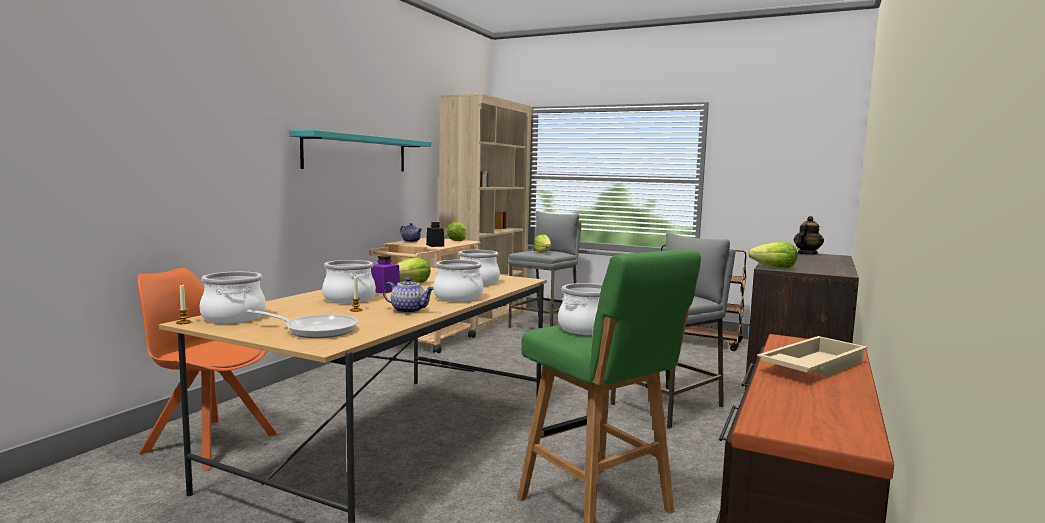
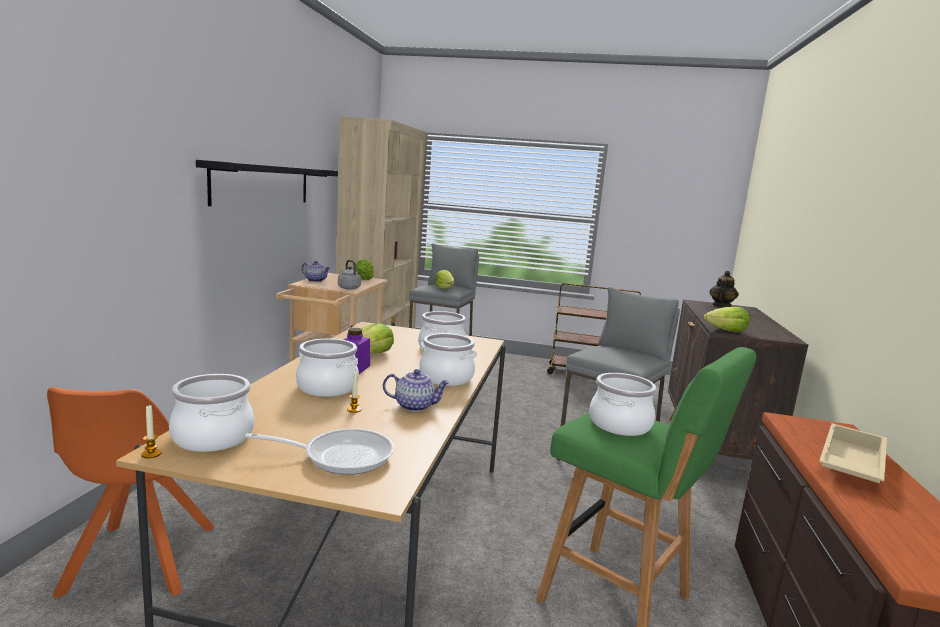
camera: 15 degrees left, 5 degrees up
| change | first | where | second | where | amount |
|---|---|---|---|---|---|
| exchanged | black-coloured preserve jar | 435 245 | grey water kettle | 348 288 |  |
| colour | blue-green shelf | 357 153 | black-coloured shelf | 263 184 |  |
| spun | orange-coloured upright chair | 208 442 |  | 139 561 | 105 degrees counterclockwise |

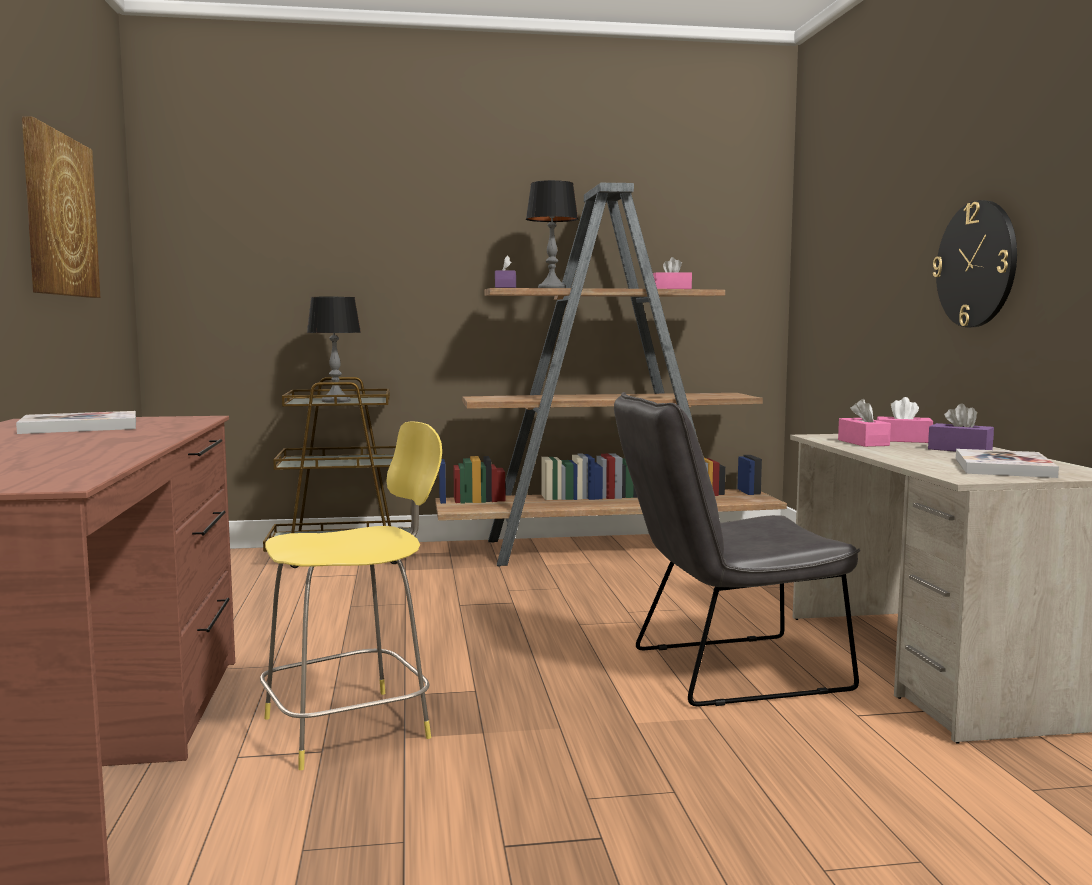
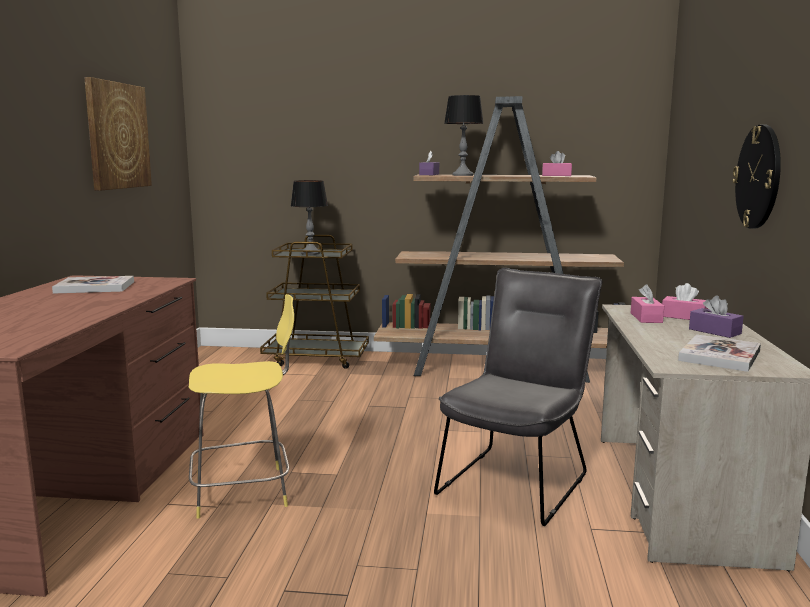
camera: 15 degrees right, 5 degrees up
| change | first | where | second | where | amount |
|---|---|---|---|---|---|
| spun | grey upright chair | 725 671 |  | 518 480 | 120 degrees clockwise |

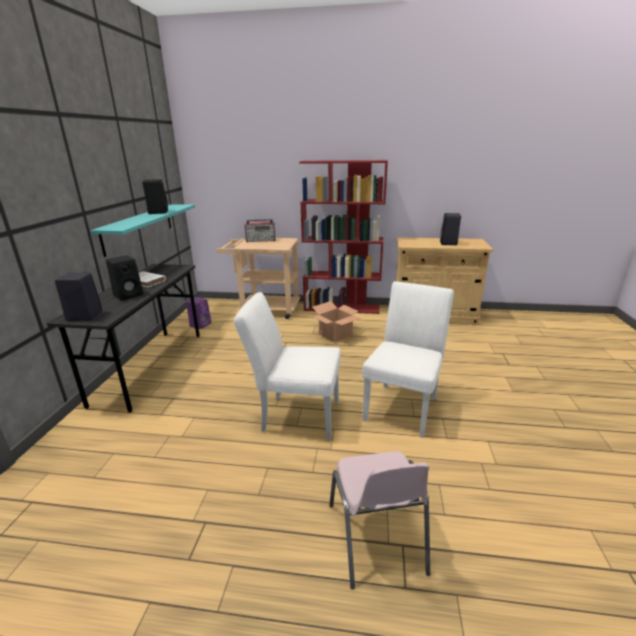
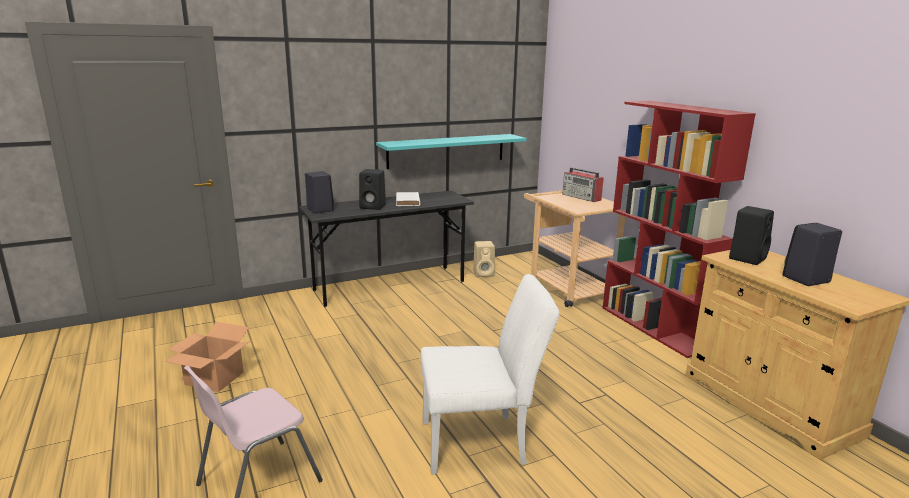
camera: 55 degrees right, 5 degrees down
| change | first | where | second | where | amount |
|---|---|---|---|---|---|
| missing | white upright chair | 294 415 |  |  |  |
| relocated | black-coloured speaker | 158 212 |  | 747 258 |  |
| relocated | carton | 335 334 |  | 215 378 |  |
| colour | purple-coloured speaker | 200 324 | beige speaker | 484 273 |  |

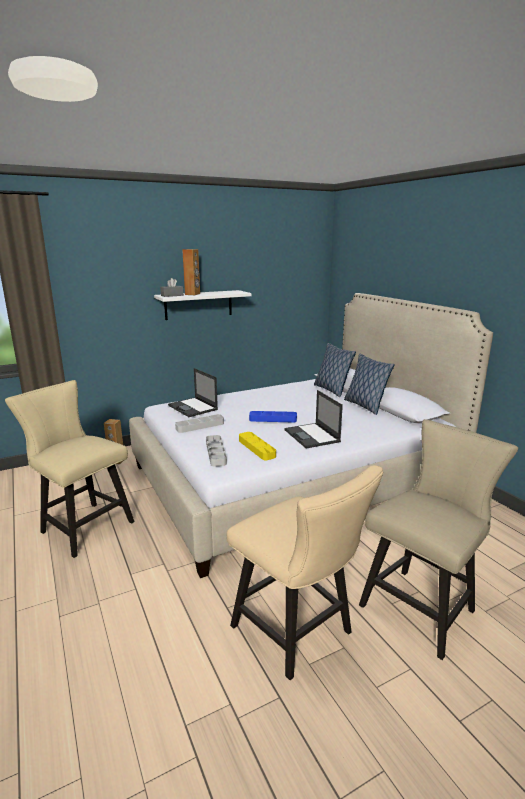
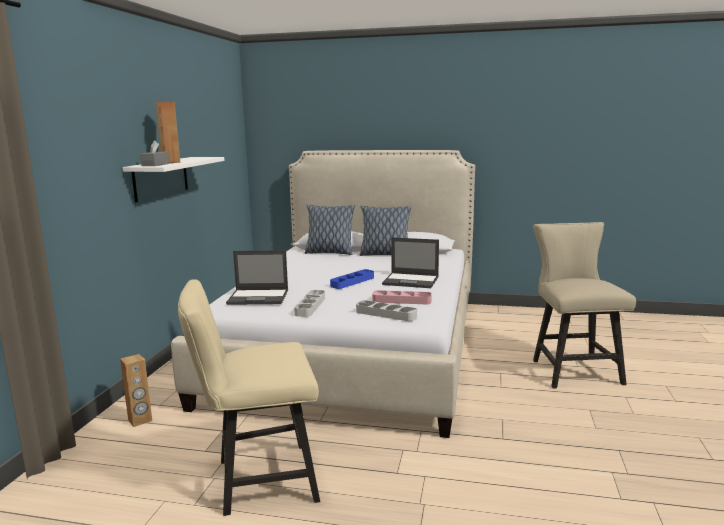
camera: 50 degrees left, 5 degrees down
| change | first | where | second | where | amount |
|---|---|---|---|---|---|
| missing | beige upright chair | 298 633 |  |  |  |
| colour | yellow serving tray | 256 448 | pink serving tray | 401 301 |  |

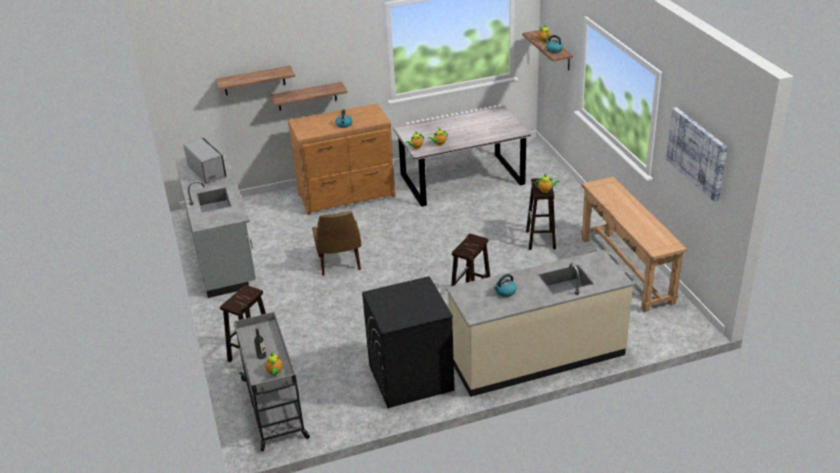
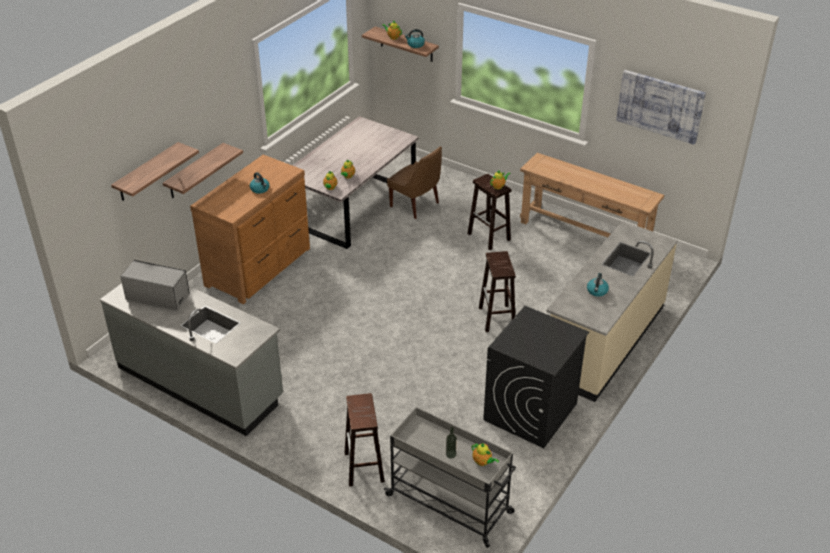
camera: 40 degrees left, 5 degrees up
| change | first | where | second | where | amount |
|---|---|---|---|---|---|
| relocated | brownish upright chair | 339 264 |  | 416 205 |  |

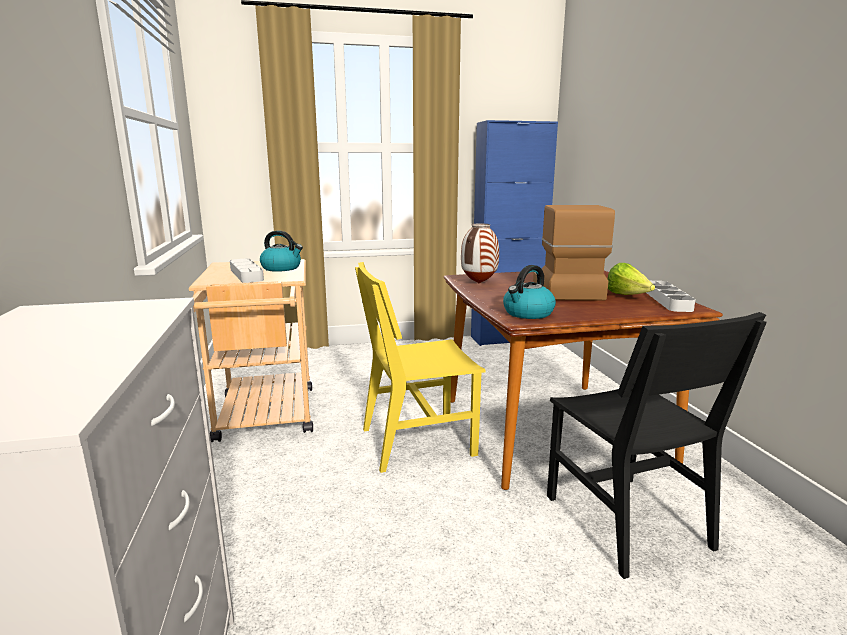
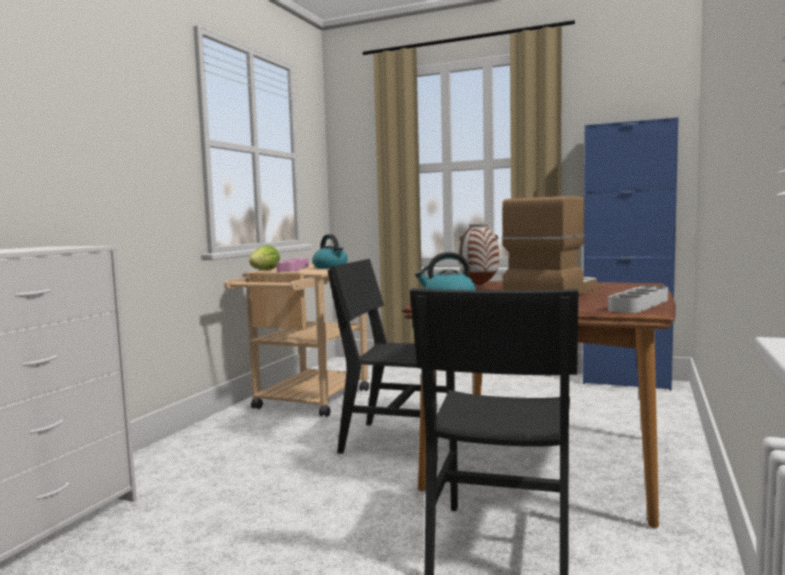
camera: 35 degrees right, 10 degrees down
| change | first | where | second | where | amount |
|---|---|---|---|---|---|
| relocated | head of lettuce | 627 296 |  | 263 271 |  |
| colour | grey serving tray | 246 274 | pink serving tray | 293 268 |  |
| colour | yellow upright chair | 417 441 | black-coloured upright chair | 398 441 |  |

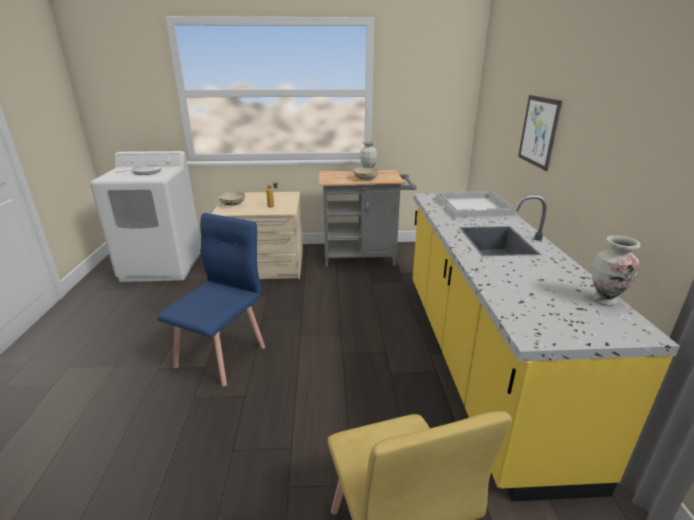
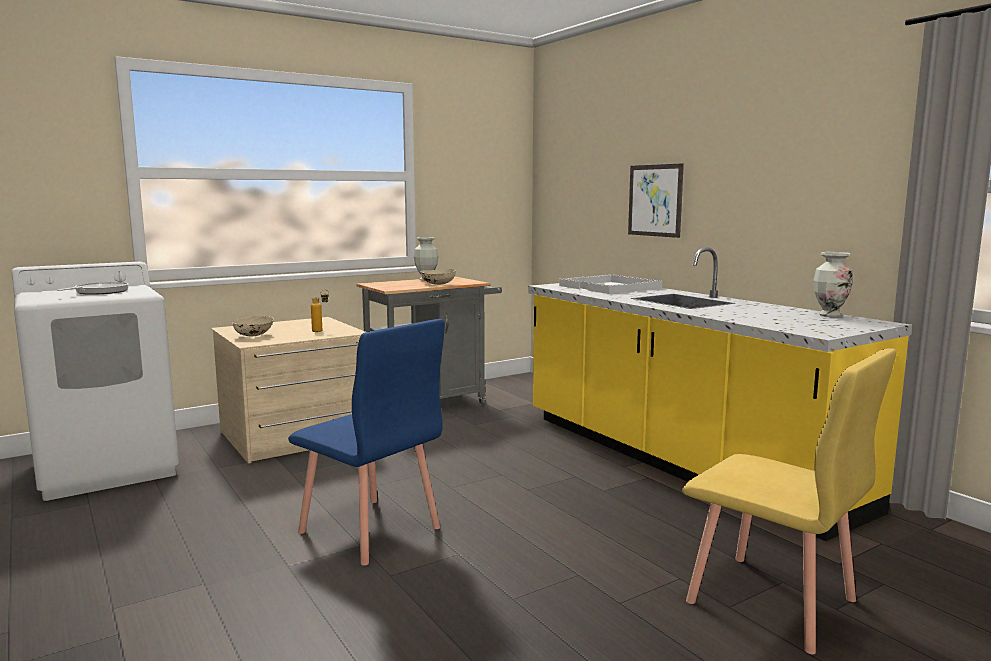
camera: 30 degrees left, 15 degrees down
| change | first | where | second | where | amount |
|---|---|---|---|---|---|
| spun | blue upright chair | 222 356 |  | 369 530 | 135 degrees clockwise |

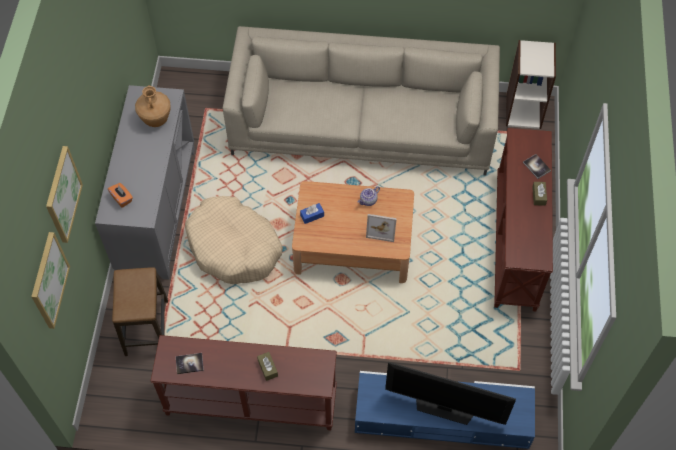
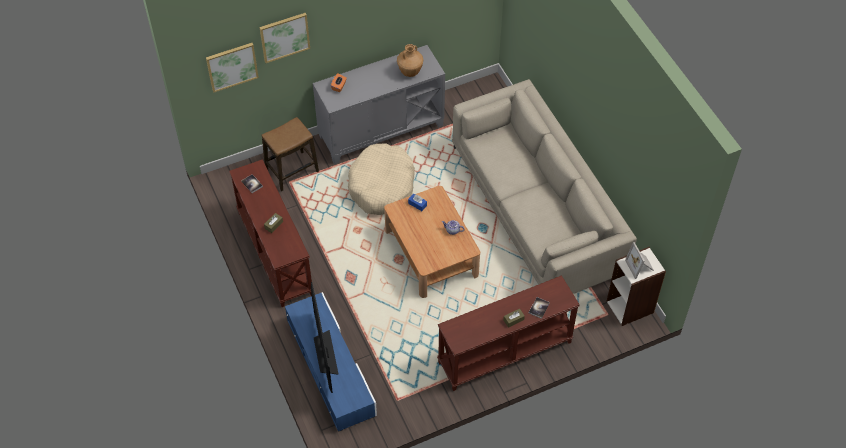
camera: 60 degrees right, 5 degrees down
| change | first | where | second | where | amount |
|---|---|---|---|---|---|
| relocated | picture frame | 382 228 |  | 640 266 |  |

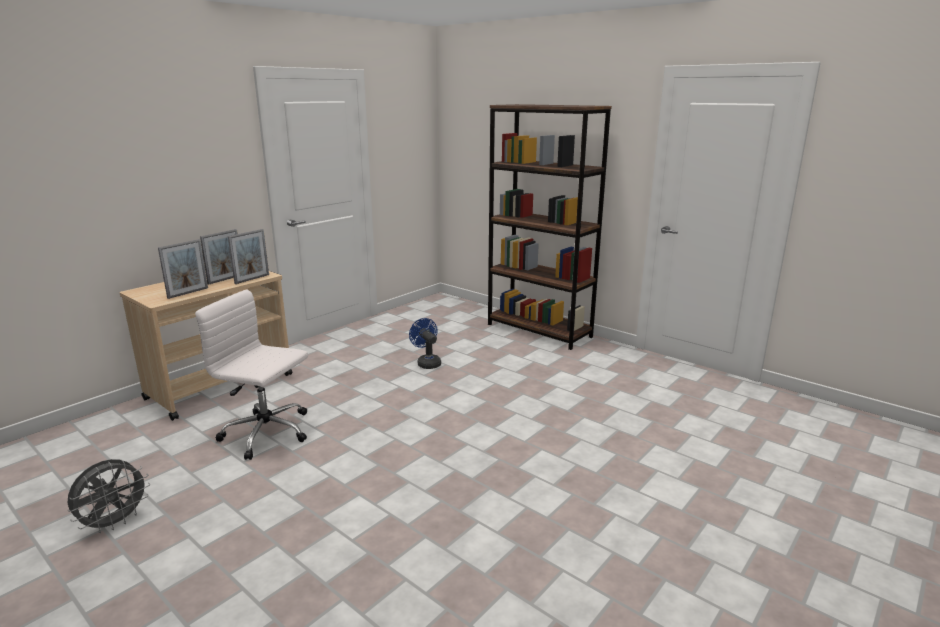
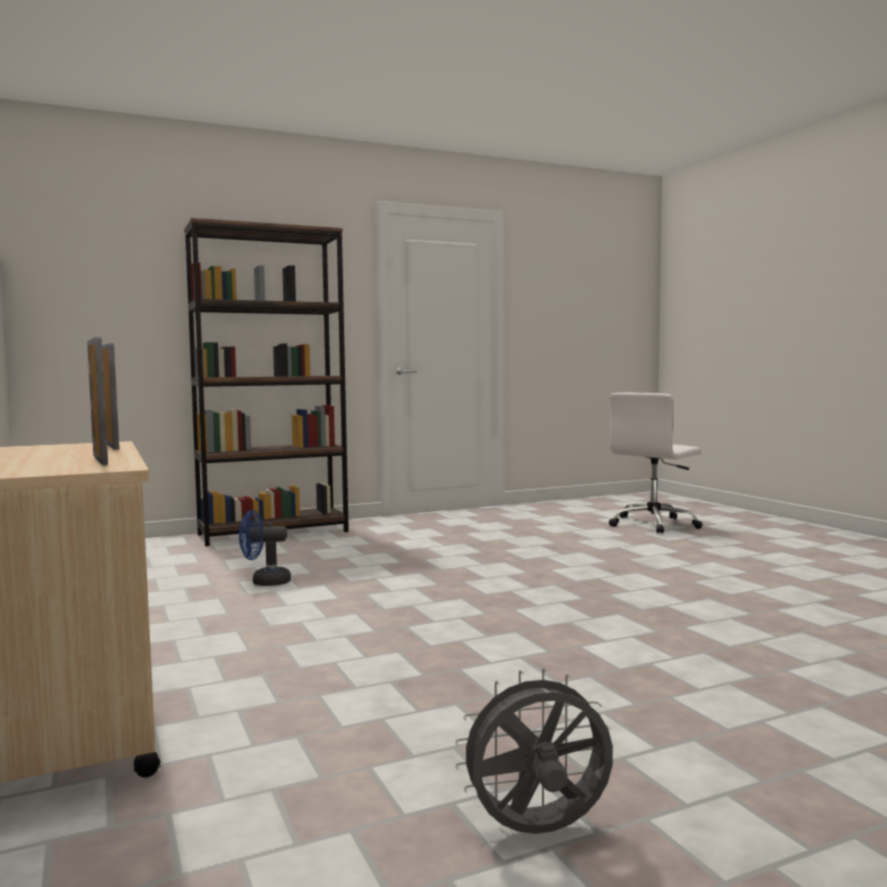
camera: 65 degrees left, 15 degrees down
| change | first | where | second | where | amount |
|---|---|---|---|---|---|
| missing | picture frame | 225 279 |  |  |  |
| relocated | white office chair | 268 433 |  | 654 524 |  |
| spun | grey electric fan | 115 522 |  | 538 833 | 75 degrees counterclockwise |

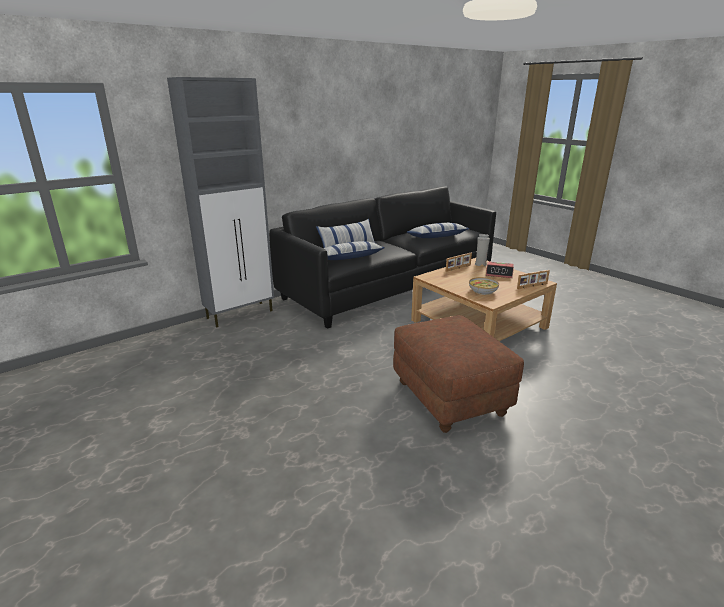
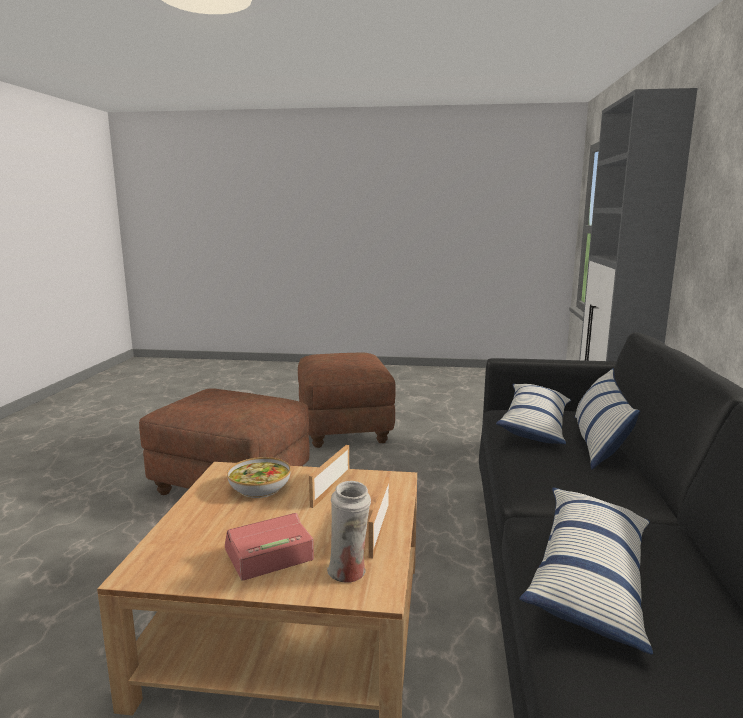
camera: 135 degrees right, 10 degrees down
| change | first | where | second | where | amount |
|---|---|---|---|---|---|
| appeared |  |  | brownish footrest | 344 428 |  |
| relocated | picture frame | 532 286 |  | 329 489 |  |

